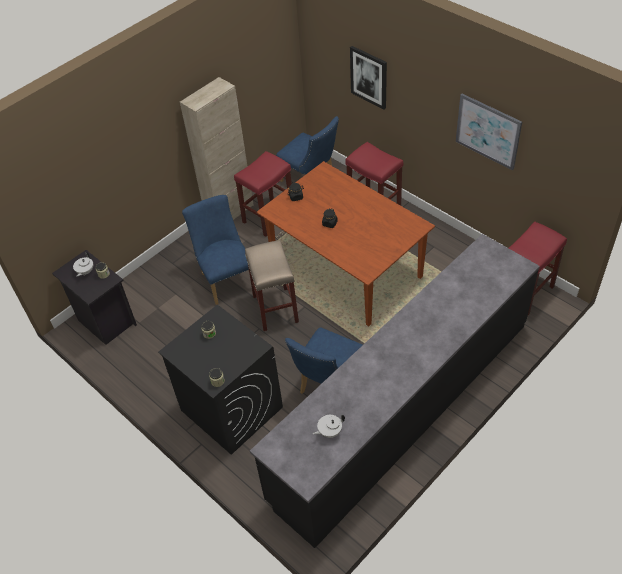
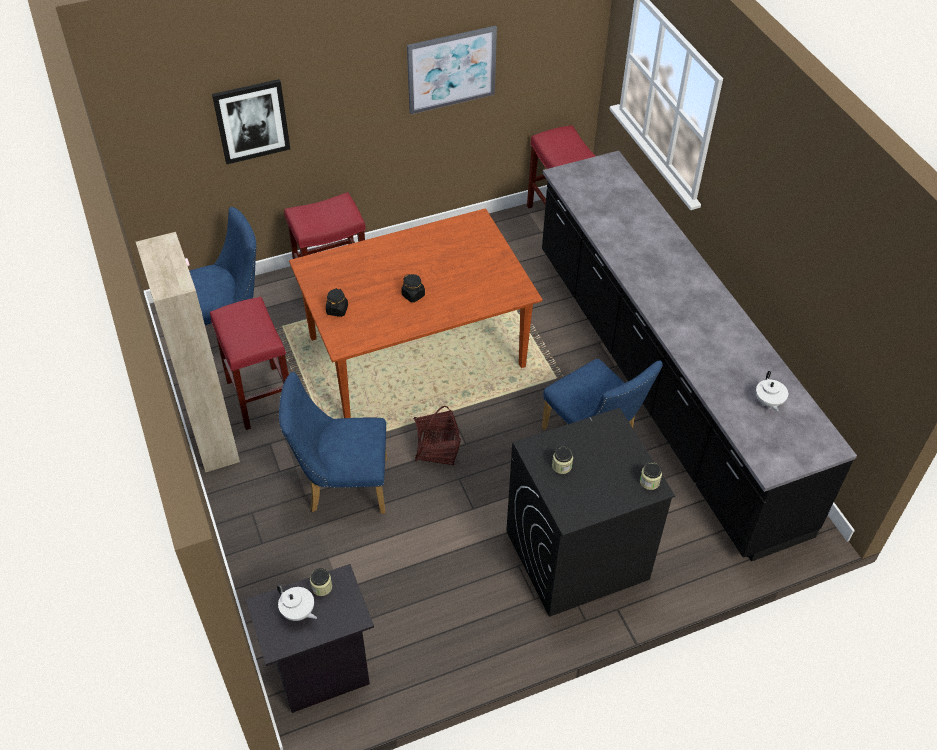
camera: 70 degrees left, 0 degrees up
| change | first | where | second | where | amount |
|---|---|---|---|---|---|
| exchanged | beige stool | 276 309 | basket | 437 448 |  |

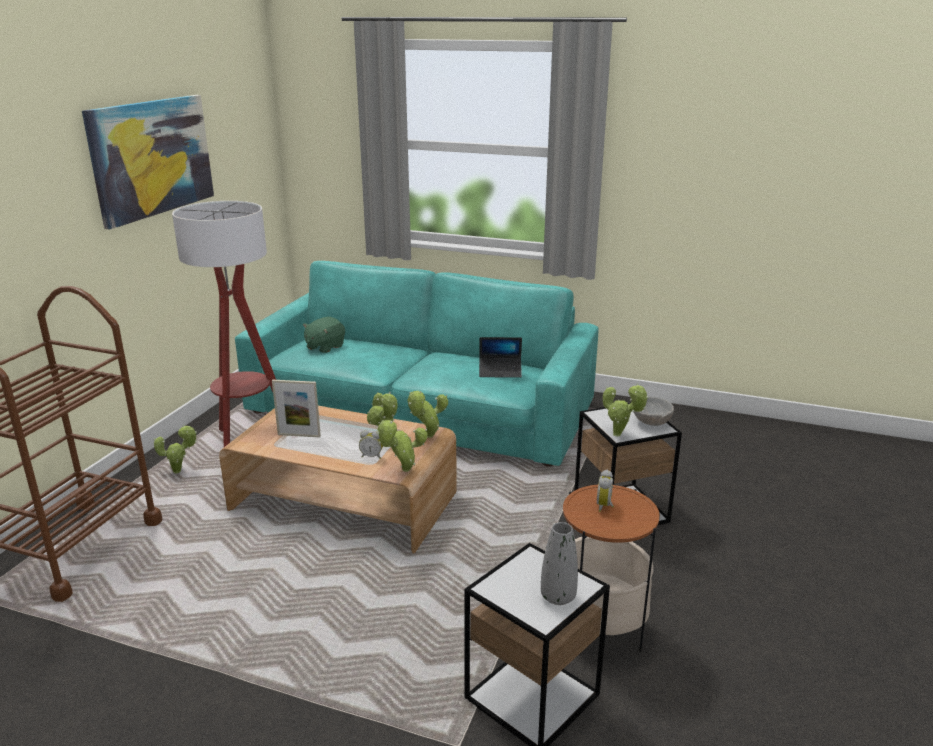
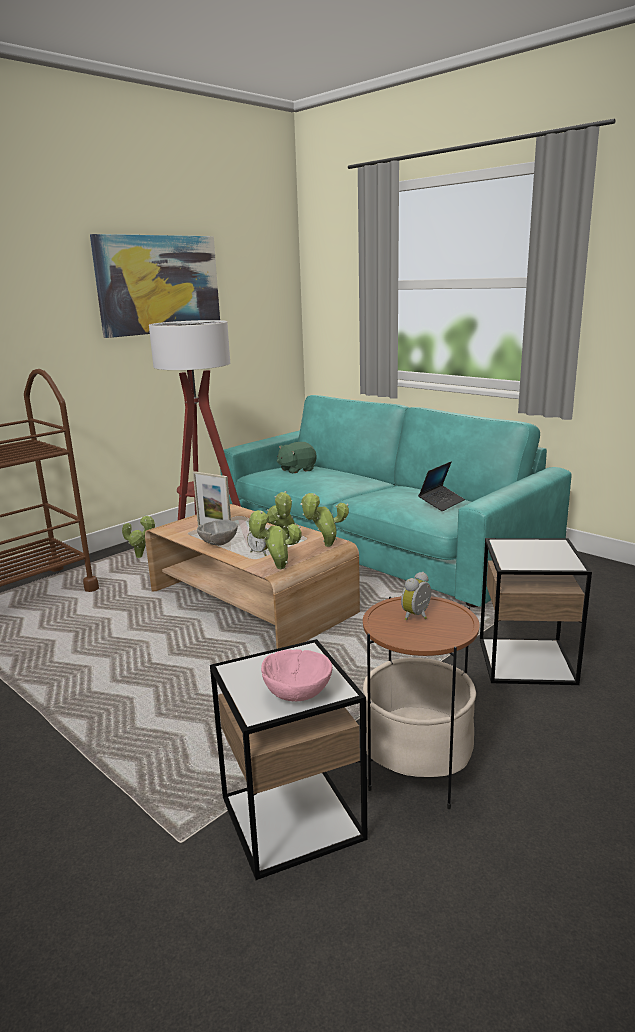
camera: 25 degrees right, 5 degrees down
| change | first | where | second | where | amount |
|---|---|---|---|---|---|
| missing | potted plant | 619 435 |  |  |  |
| relocated | grey deep dish | 652 423 |  | 218 543 |  |
| exchanged | grey vase | 558 597 | pink deep dish | 296 694 |  |
| spun | notebook computer | 500 371 |  | 441 503 | 75 degrees counterclockwise |

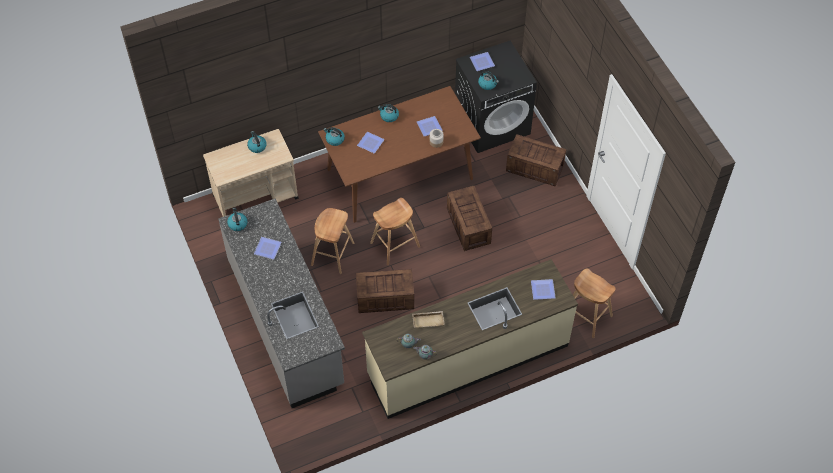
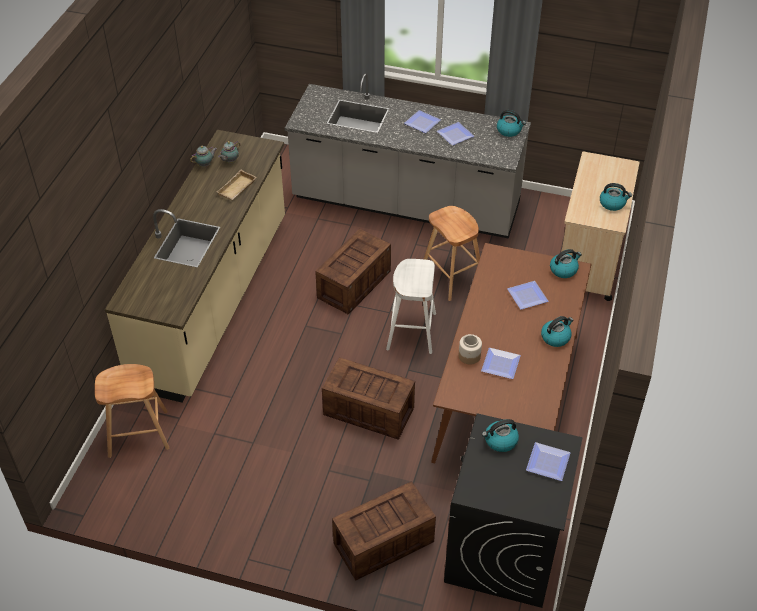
camera: 130 degrees right, 10 degrees down
| change | first | where | second | where | amount |
|---|---|---|---|---|---|
| relocated | dinner plate | 542 291 |  | 422 122 |  |
| colour | brownish stool | 395 244 | white stool | 411 331 |  |

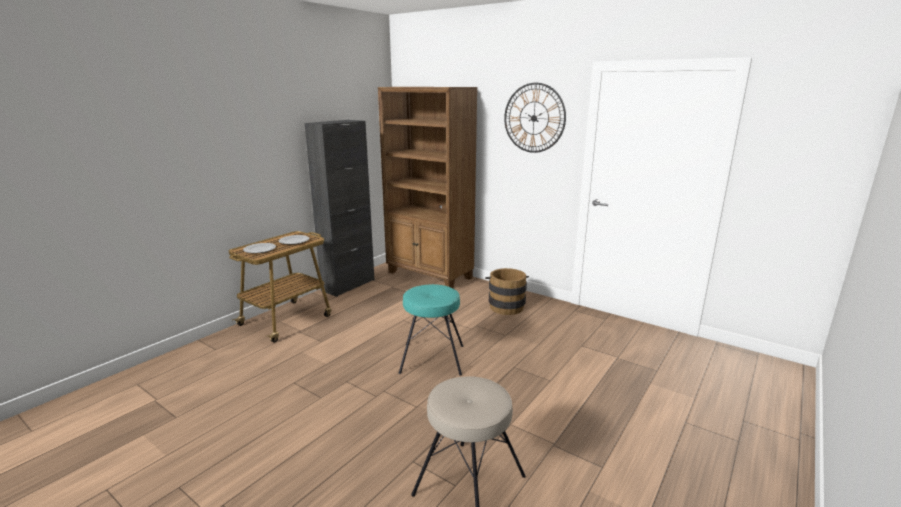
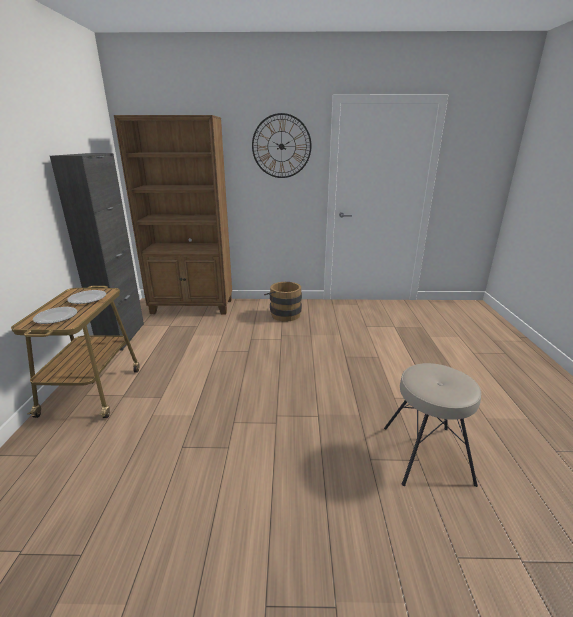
camera: 35 degrees left, 5 degrees up
| change | first | where | second | where | amount |
|---|---|---|---|---|---|
| missing | blue-green stool | 432 358 |  |  |  |

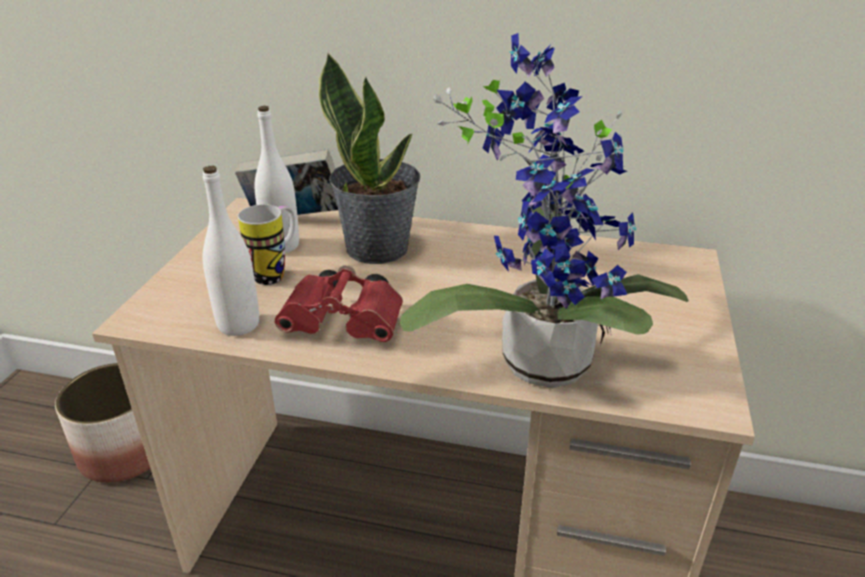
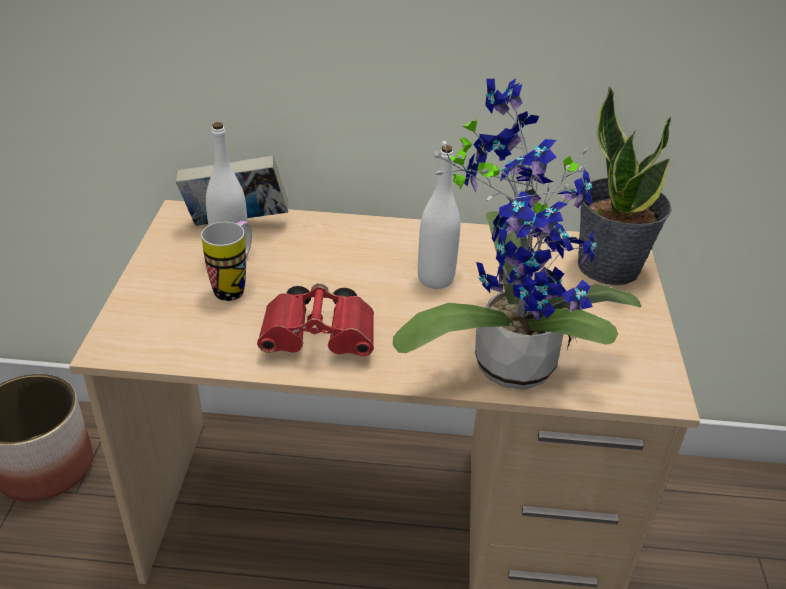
camera: 10 degrees left, 5 degrees up
| change | first | where | second | where | amount |
|---|---|---|---|---|---|
| relocated | white beverage bottle | 238 324 |  | 435 279 |  |
| relocated | potted plant | 378 247 |  | 608 266 |  |

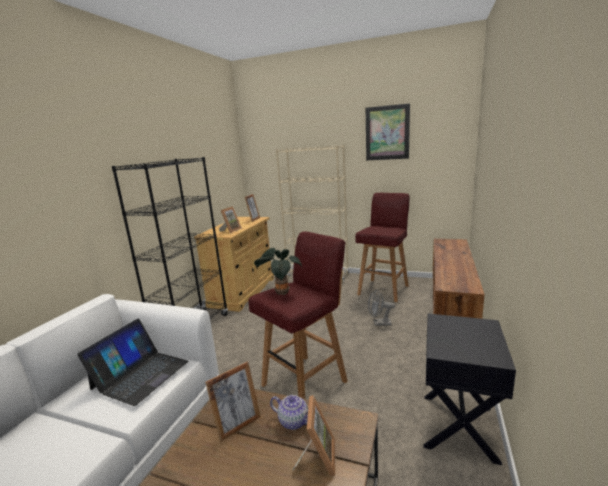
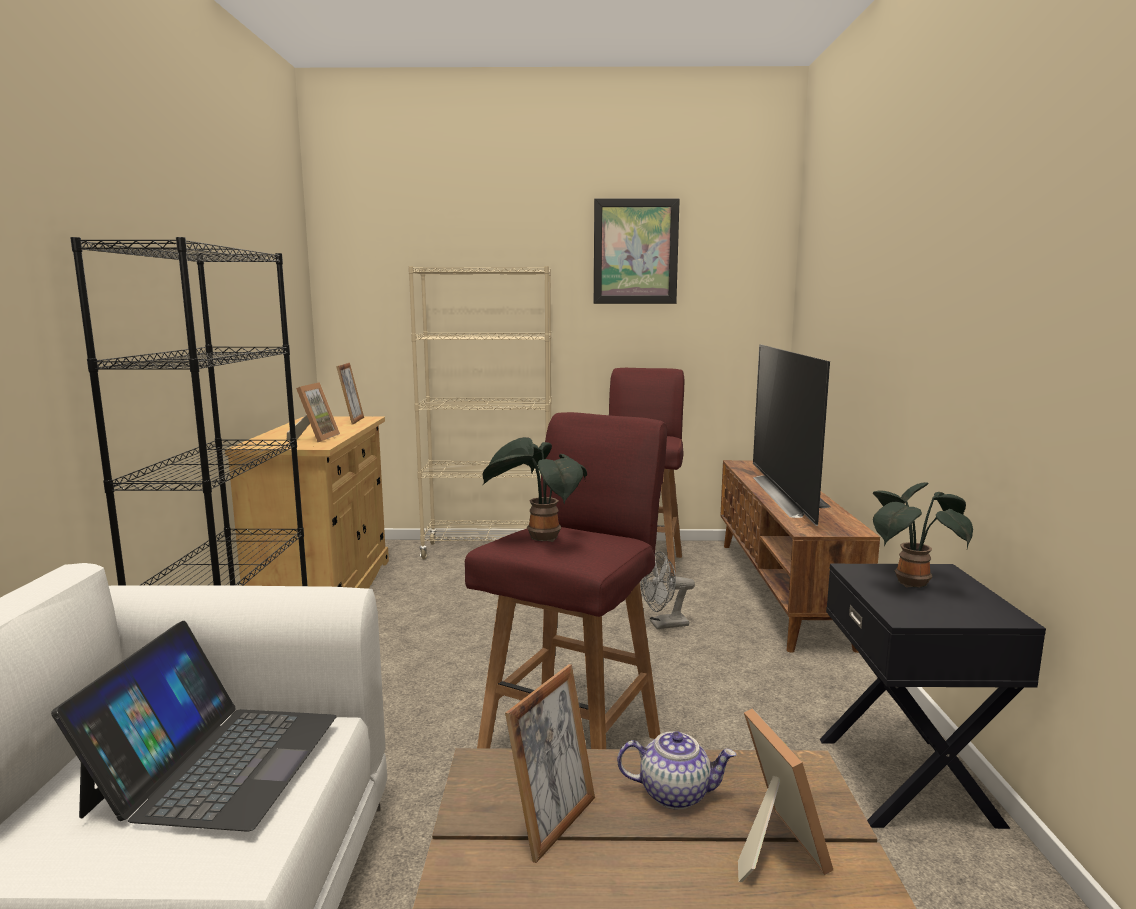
camera: 20 degrees left, 5 degrees down
| change | first | where | second | where | amount |
|---|---|---|---|---|---|
| appeared |  |  | TV | 789 495 |  |
| appeared |  |  | potted plant | 909 582 |  |

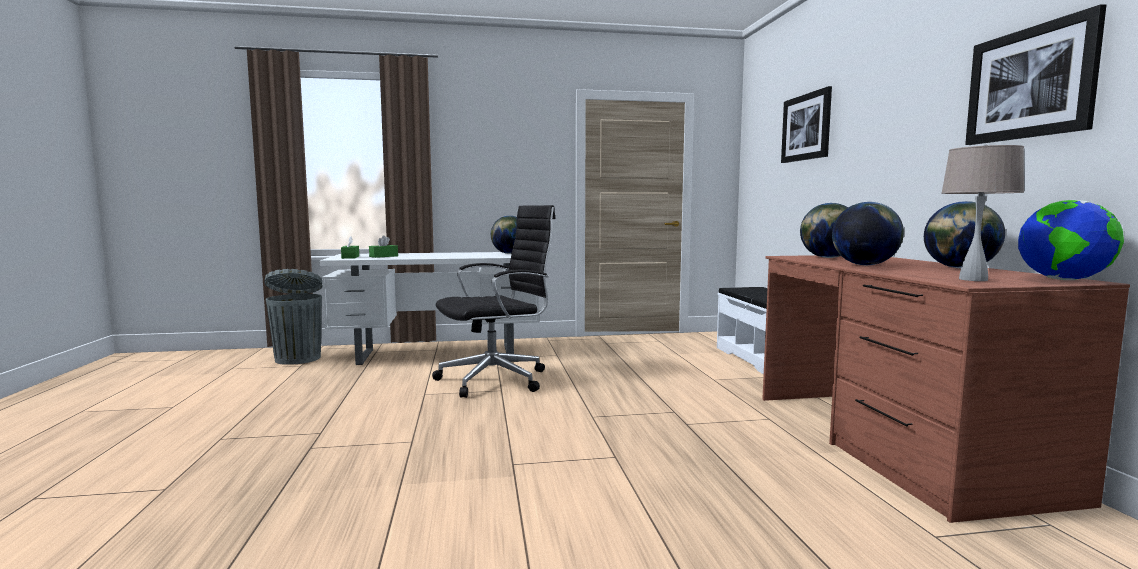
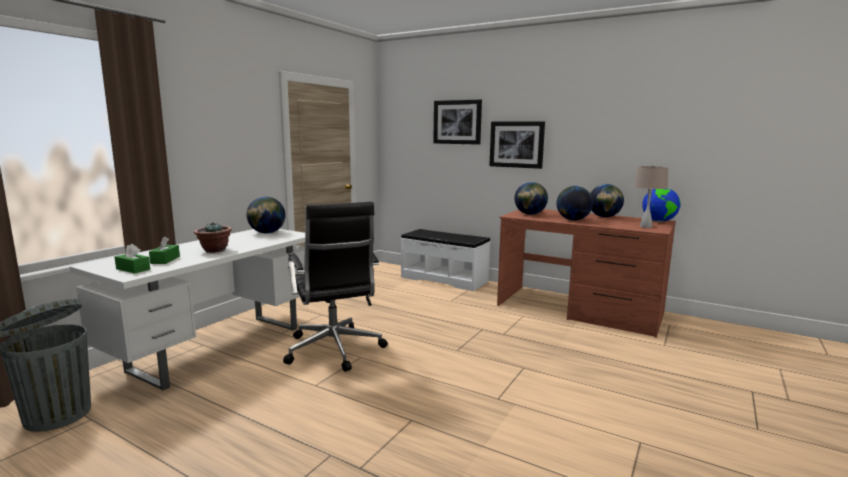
camera: 50 degrees left, 5 degrees up
| change | first | where | second | where | amount |
|---|---|---|---|---|---|
| appeared |  |  | potted plant | 214 250 |  |
| relocated | wall art | 1030 83 |  | 516 144 |  |
| spun | black-coloured office chair | 497 379 |  | 334 350 | 150 degrees clockwise |

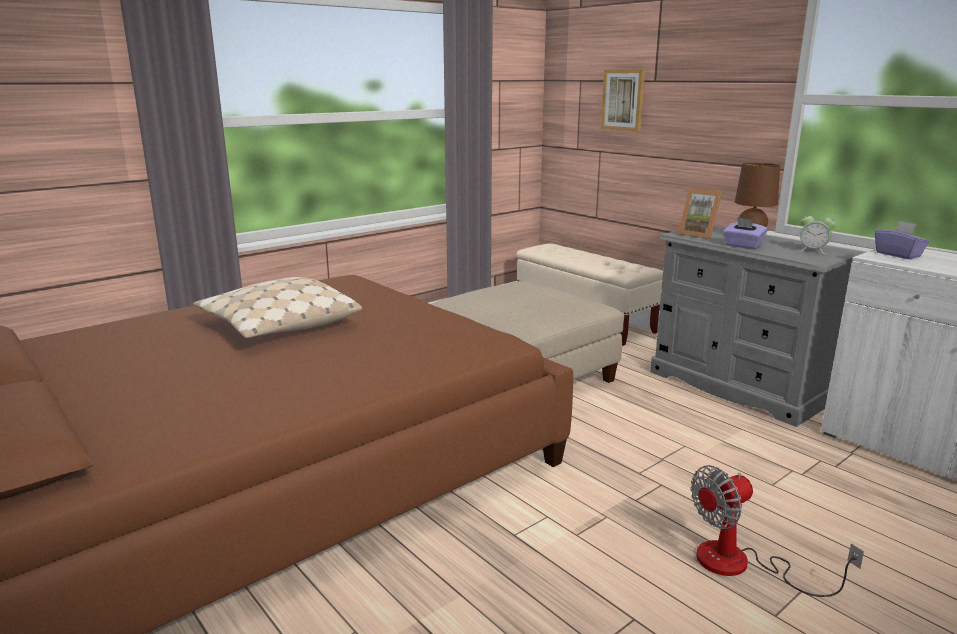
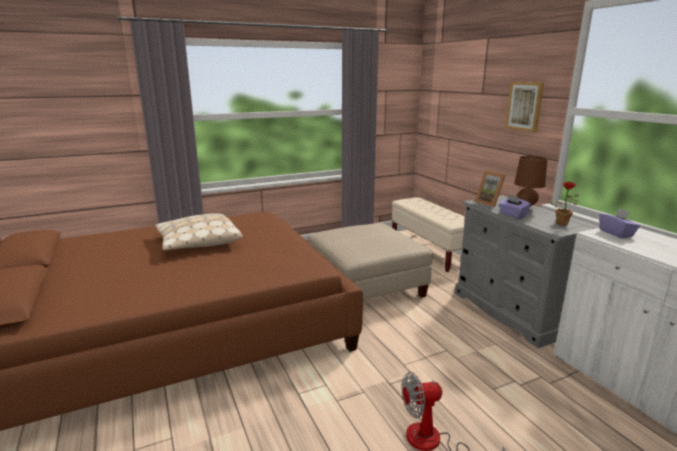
camera: 15 degrees right, 0 degrees up
| change | first | where | second | where | amount |
|---|---|---|---|---|---|
| relocated | wall art | 623 100 |  | 524 106 |  |
| exchanged | table clock | 813 251 | potted plant | 562 223 |  |

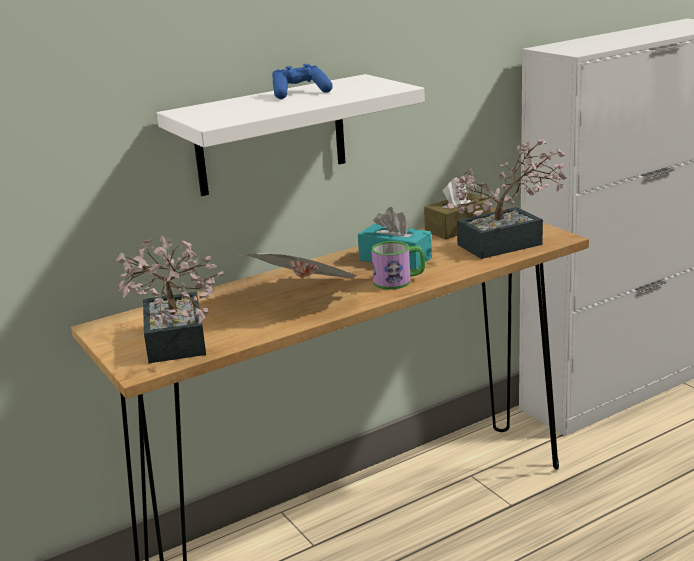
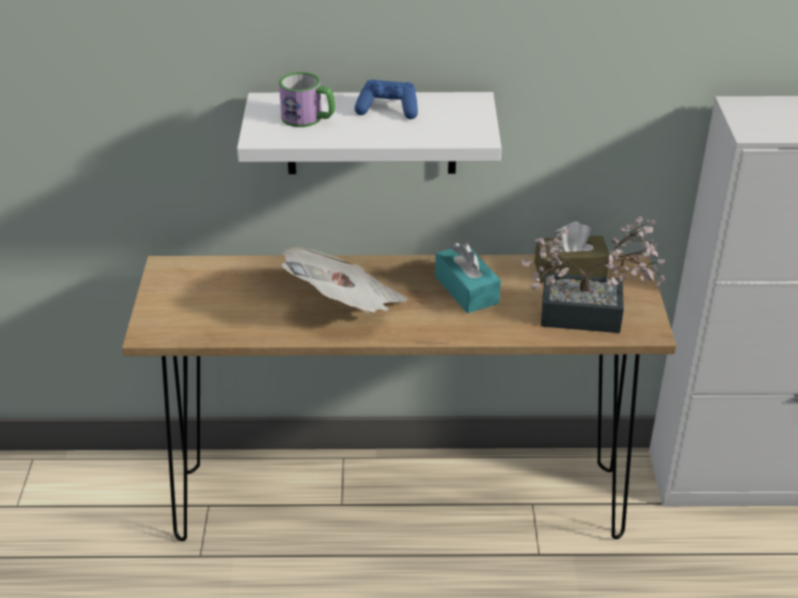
camera: 30 degrees right, 15 degrees up
| change | first | where | second | where | amount |
|---|---|---|---|---|---|
| missing | potted plant | 175 345 |  |  |  |
| relocated | coffee mug | 399 281 |  | 308 118 |  |

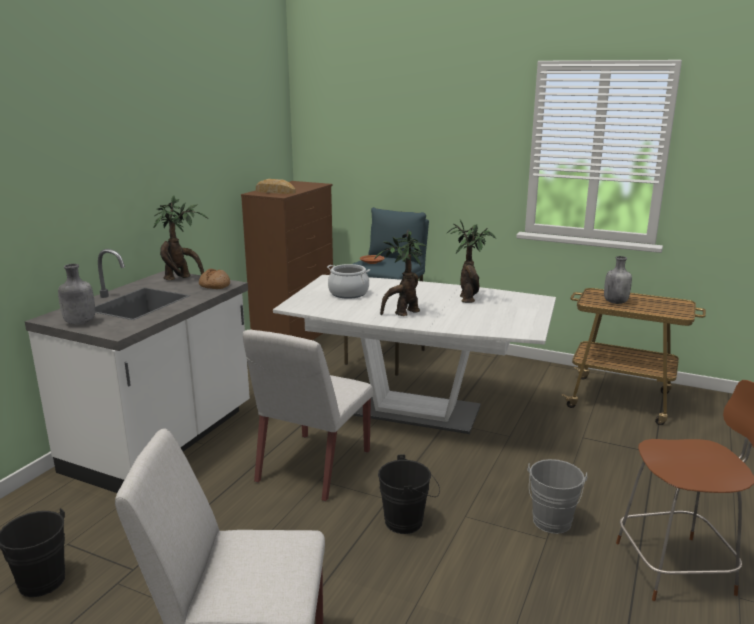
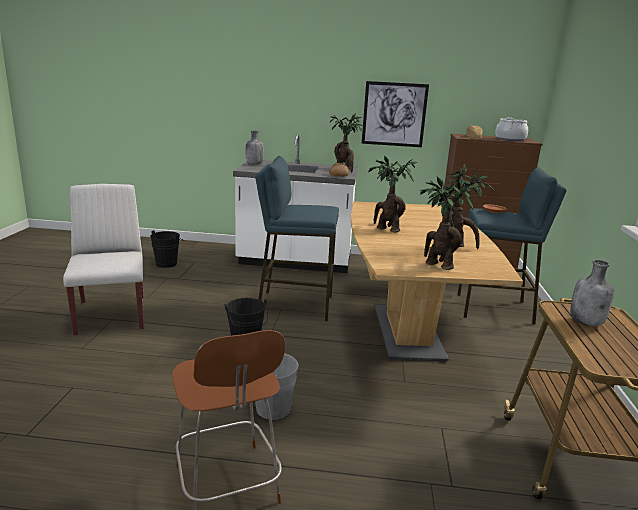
camera: 70 degrees right, 0 degrees up
| change | first | where | second | where | amount |
|---|---|---|---|---|---|
| appeared |  |  | wall art | 394 114 |  |
| appeared |  |  | potted plant | 437 264 |  |
| relocated | stockpot | 348 293 |  | 510 139 |  |
| exchanged | white upright chair | 313 467 | blue stool | 295 305 |  |
| colour | white dinner table | 415 411 | brownish dinner table | 407 332 |  |

